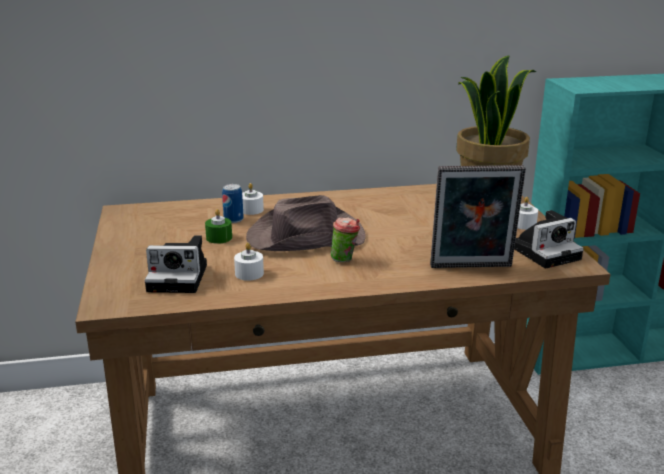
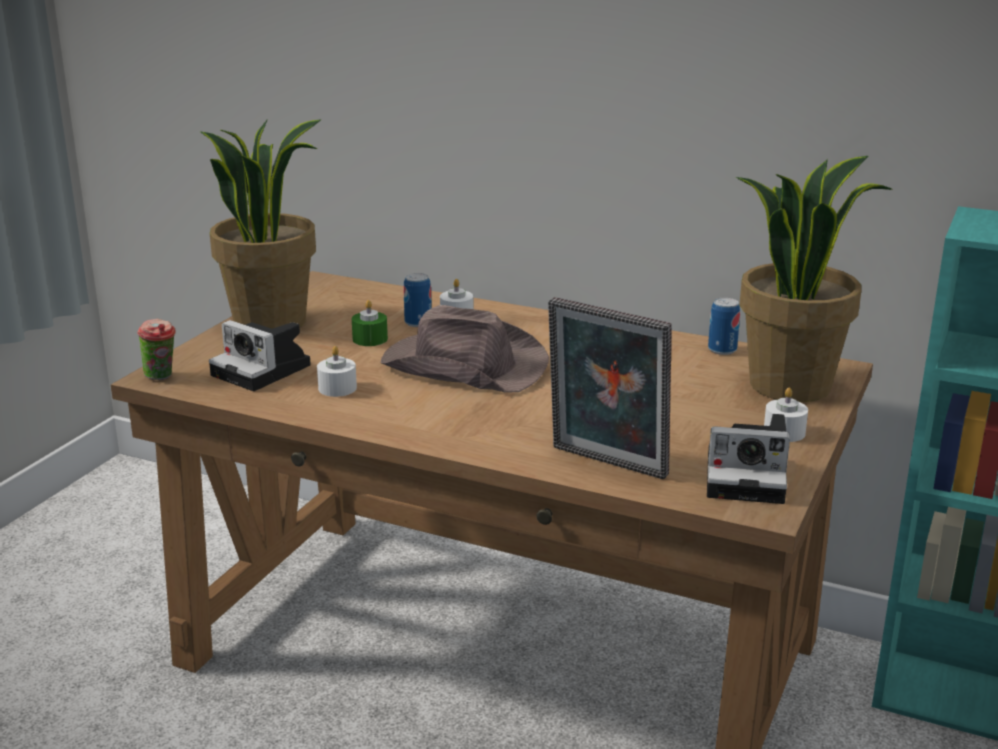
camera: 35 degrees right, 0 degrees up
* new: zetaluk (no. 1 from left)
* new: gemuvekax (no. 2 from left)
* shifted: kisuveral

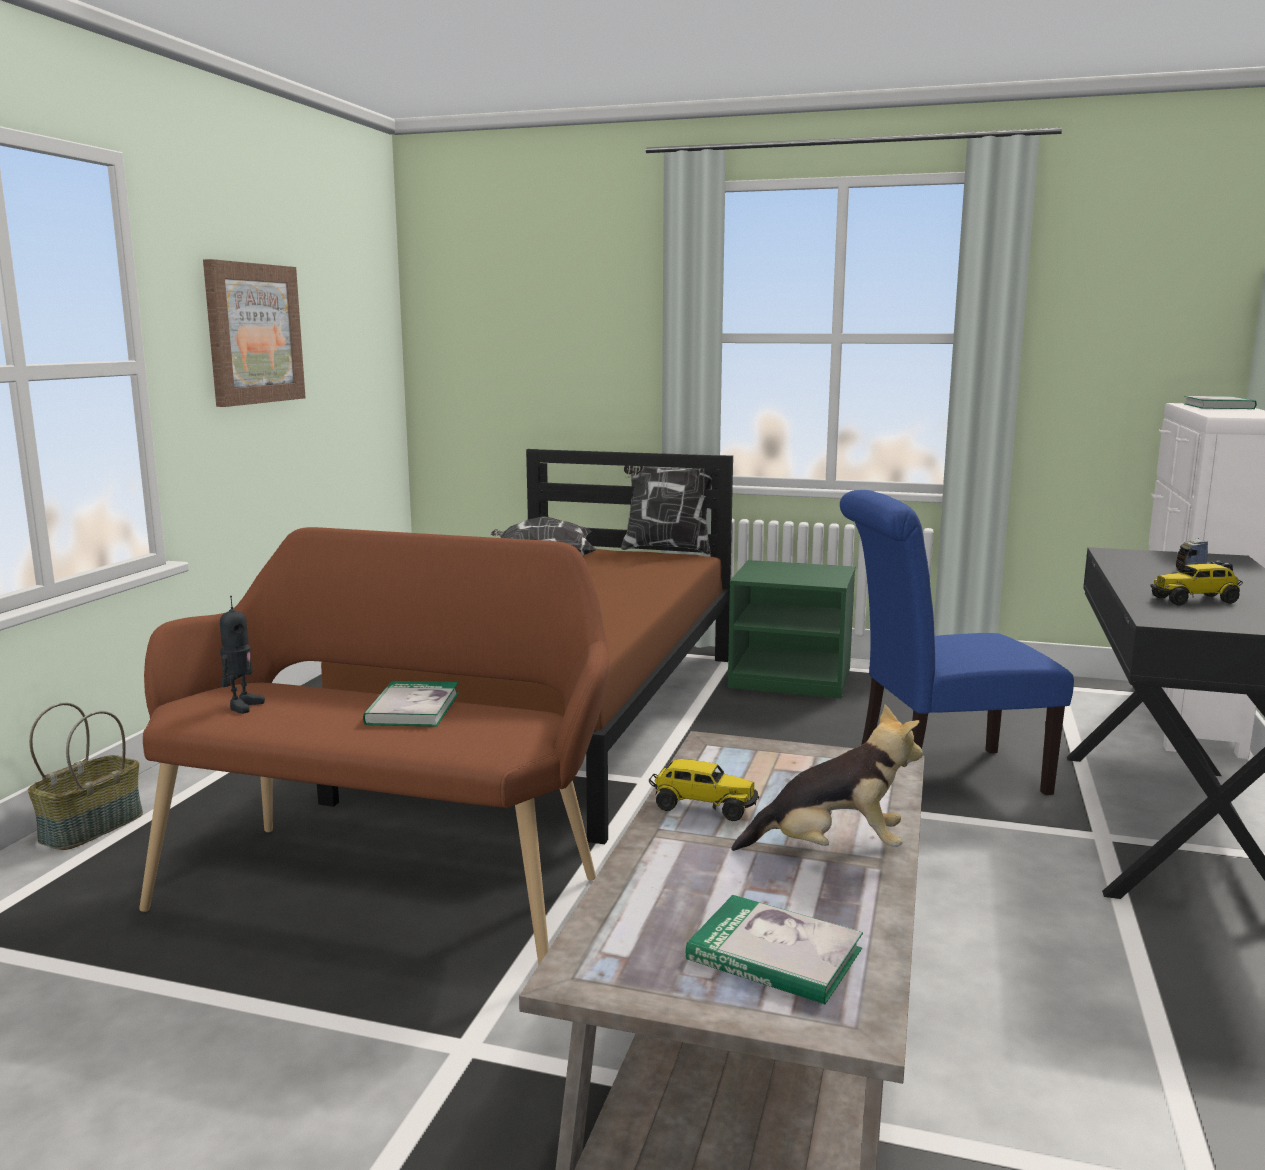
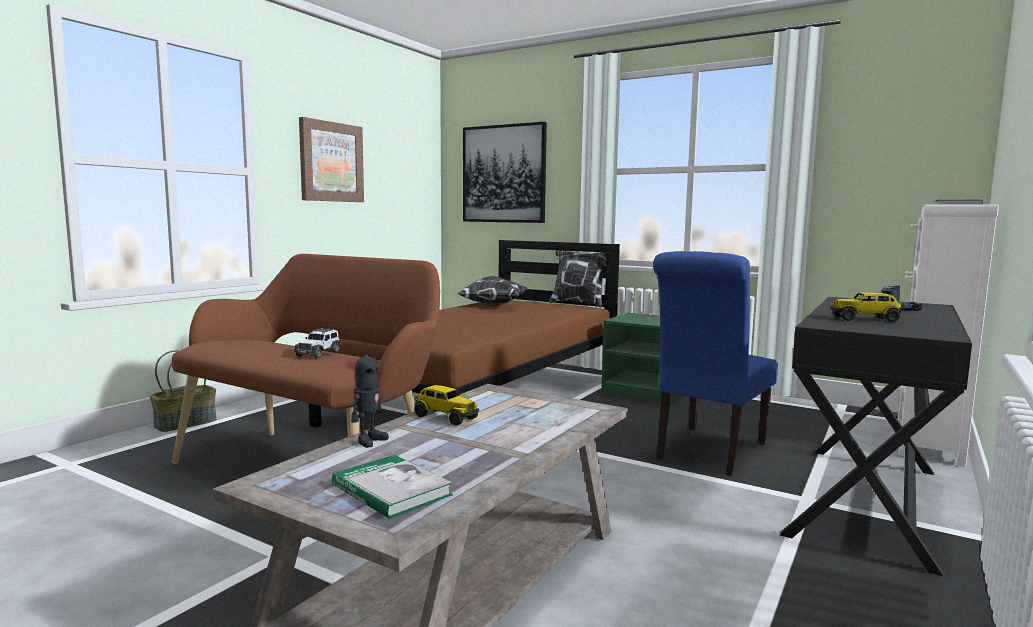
camera: 15 degrees right, 5 degrees down
* gone: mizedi
* new: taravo (no. 2 from left)
* shifted: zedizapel
* swapped: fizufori (no. 1 from left) to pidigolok
* rotated: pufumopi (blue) 60 degrees counterclockwise

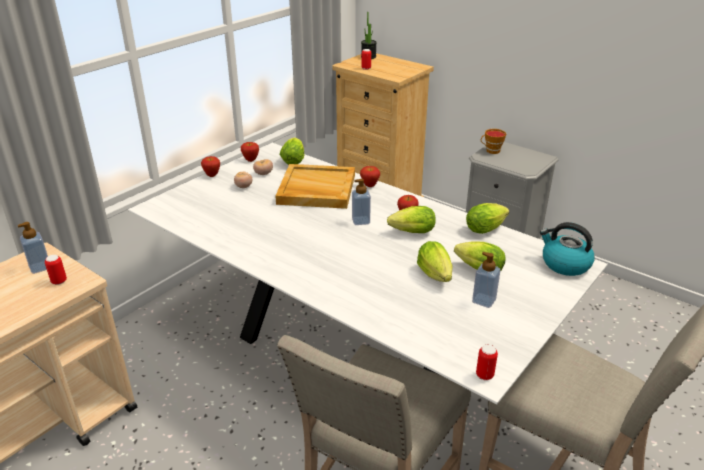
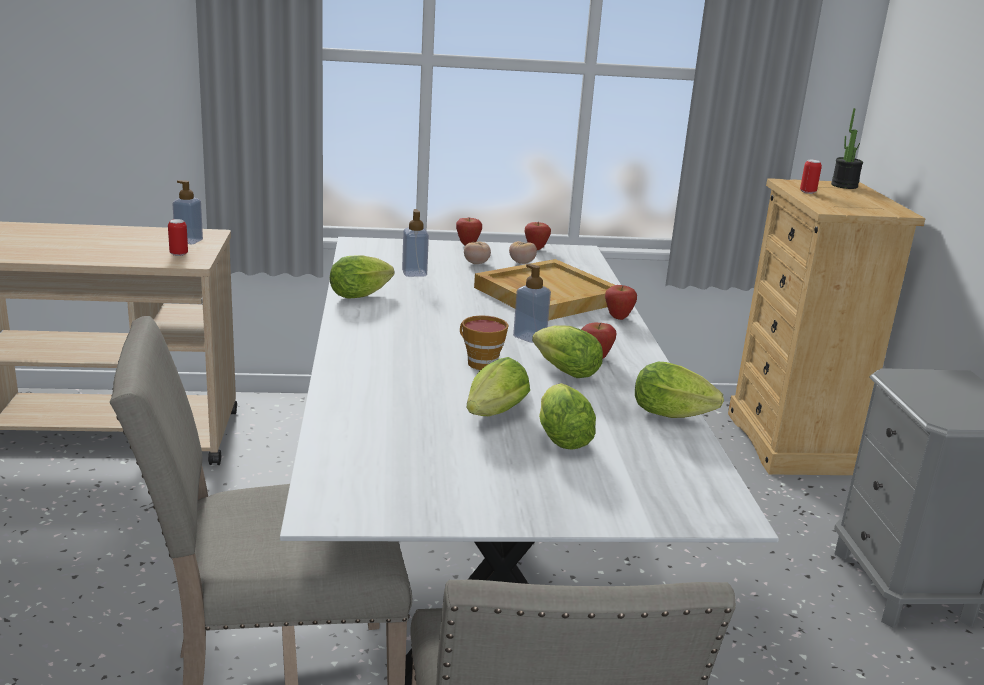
camera: 45 degrees right, 10 degrees down
* gone: gemuvekax (no. 3 from left)
* gone: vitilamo
* shifted: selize (no. 1 from left)
* shifted: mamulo (no. 3 from left in the first image) to mamulo (no. 2 from left)
* shifted: kisuveral

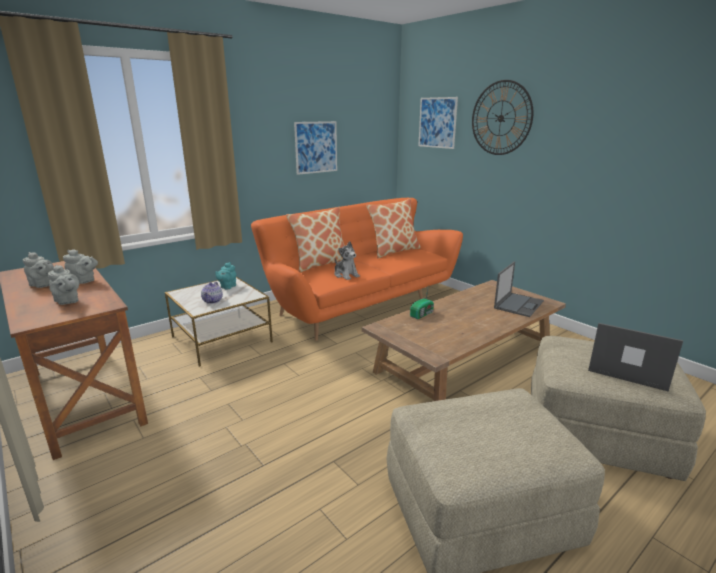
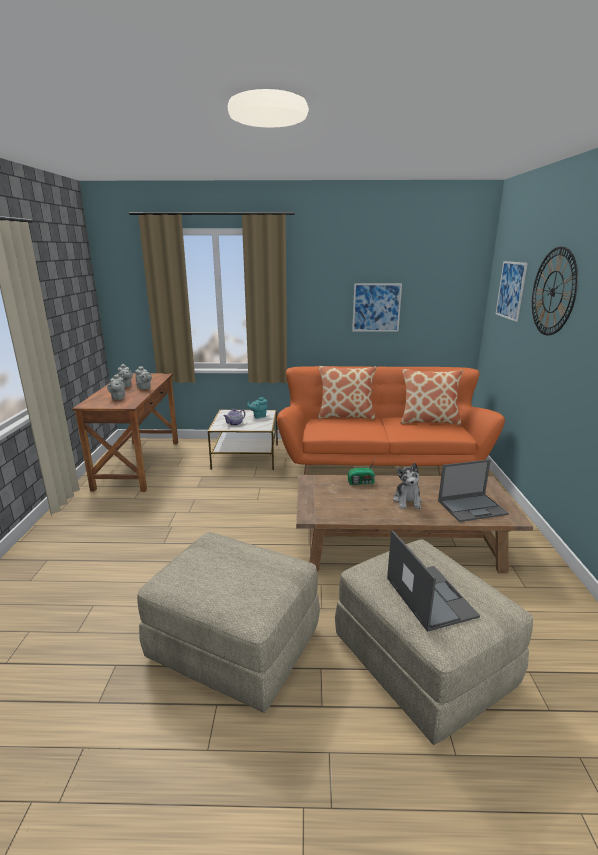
camera: 40 degrees right, 0 degrees up
* shifted: mizedi

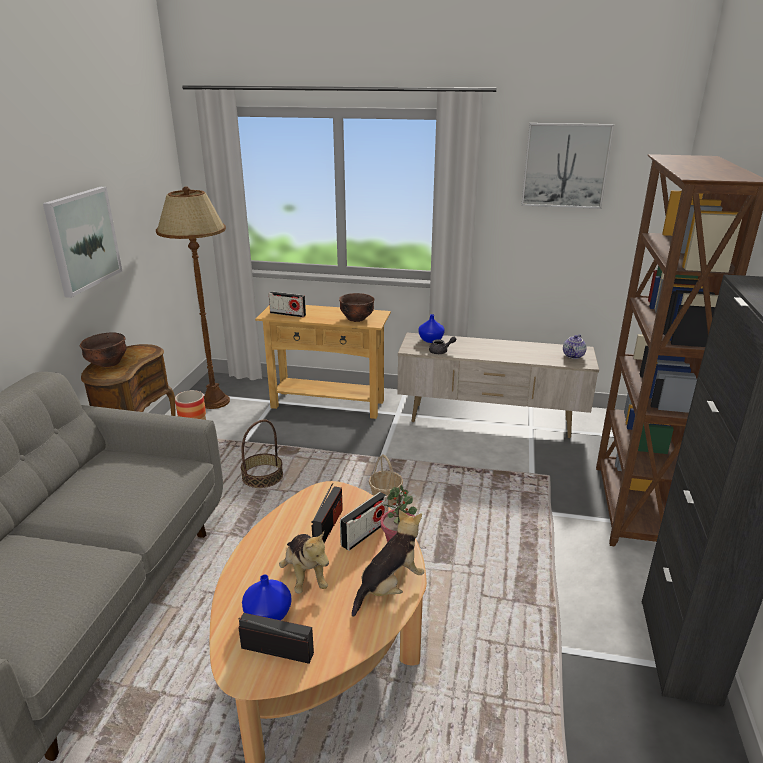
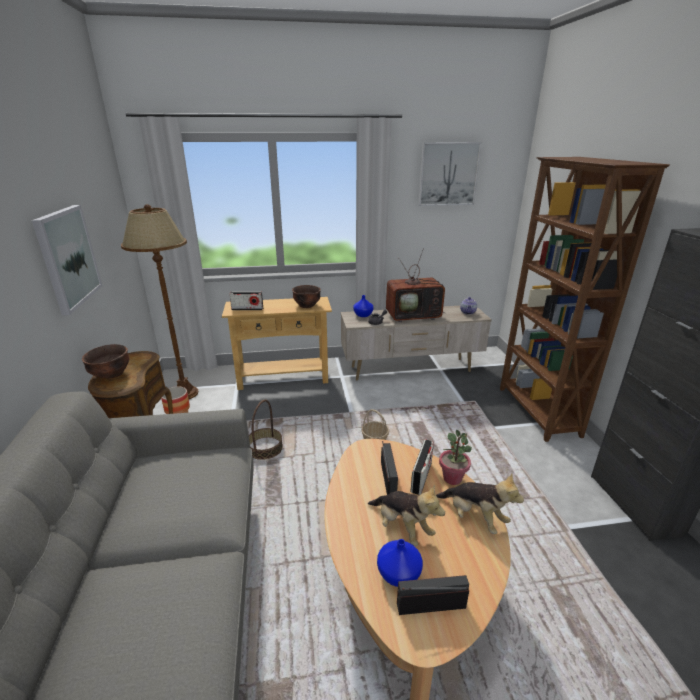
camera: 20 degrees left, 0 degrees up
* new: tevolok
* rotated: mizedi (no. 2 from left) 105 degrees clockwise

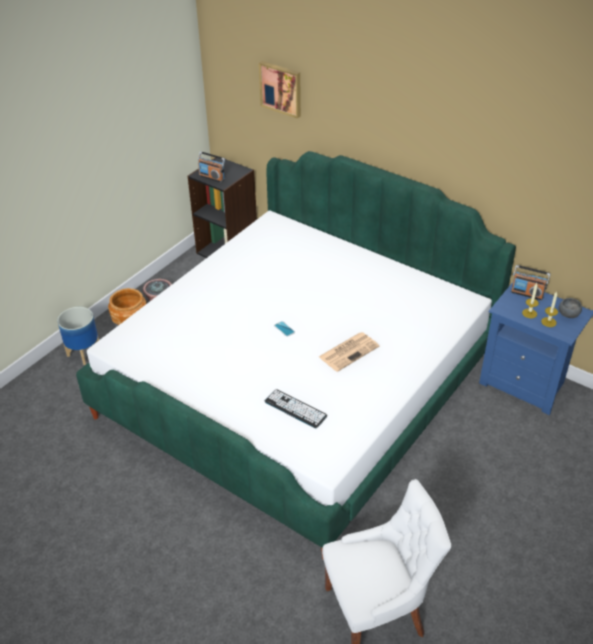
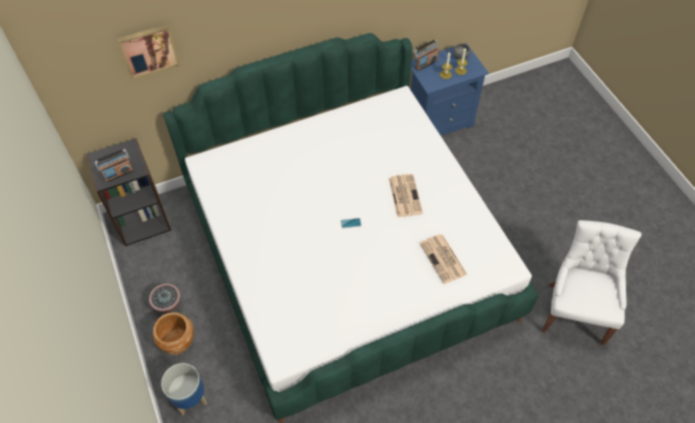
camera: 60 degrees left, 15 degrees up
* swapped: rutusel to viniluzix (no. 2 from left)

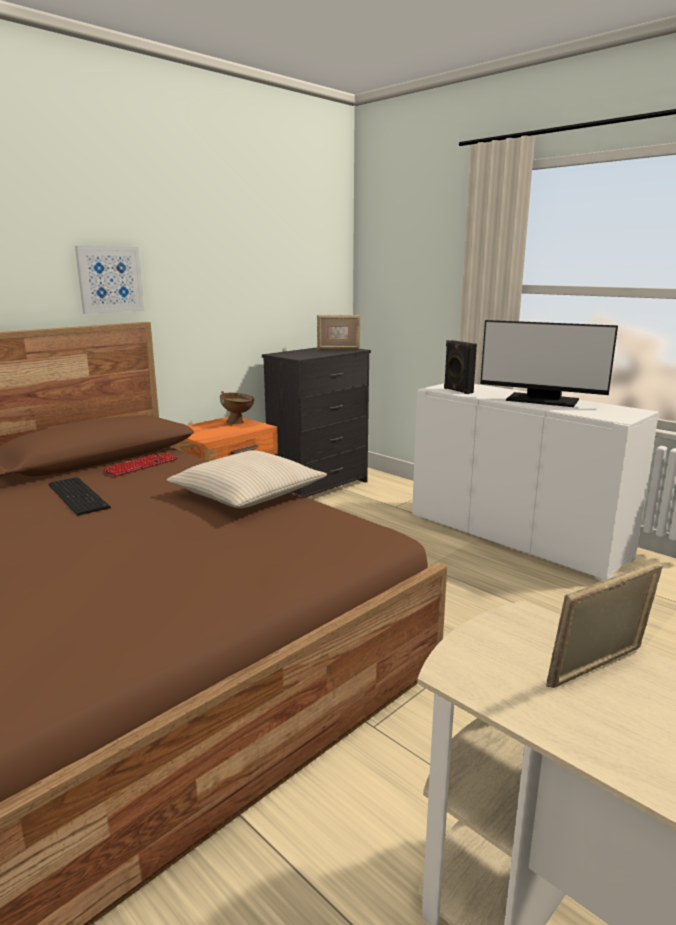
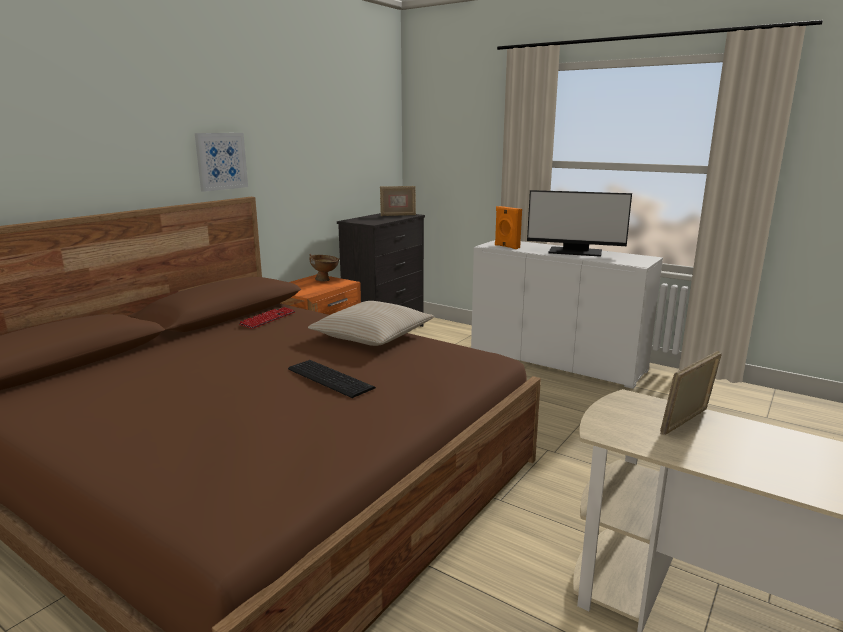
camera: 10 degrees left, 0 degrees up
* shifted: rutusel (no. 1 from left in the first image) to rutusel (no. 2 from left)
* repainted: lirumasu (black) to lirumasu (orange)

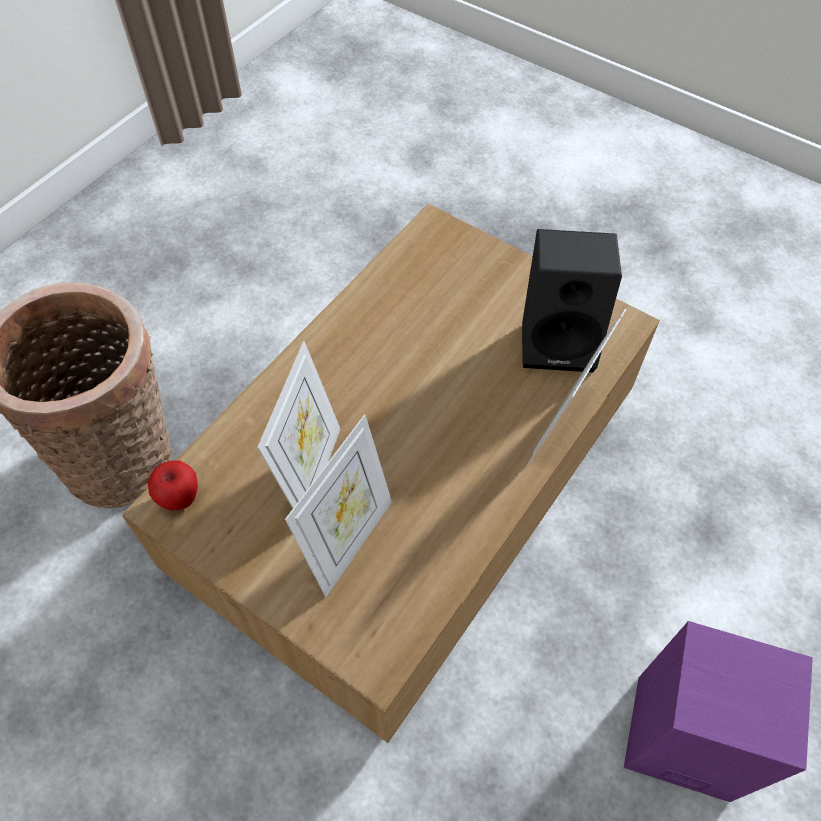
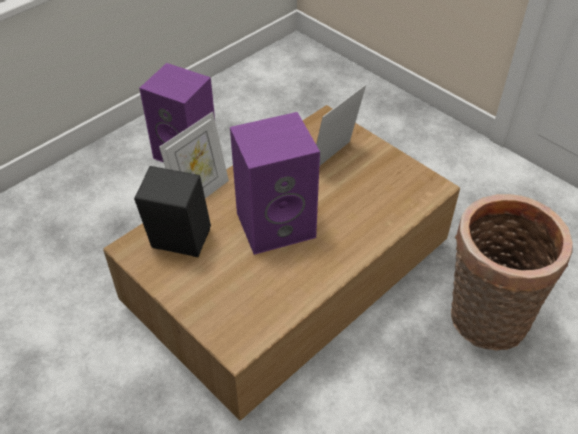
camera: 170 degrees left, 10 degrees down
* gone: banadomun
* gone: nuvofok (no. 1 from left)
* new: lirumasu (purple) (no. 2 from left)

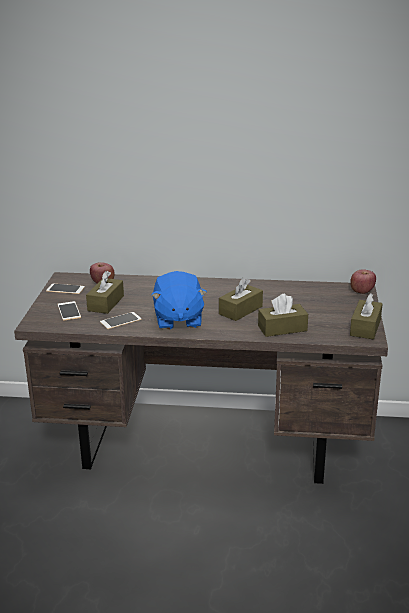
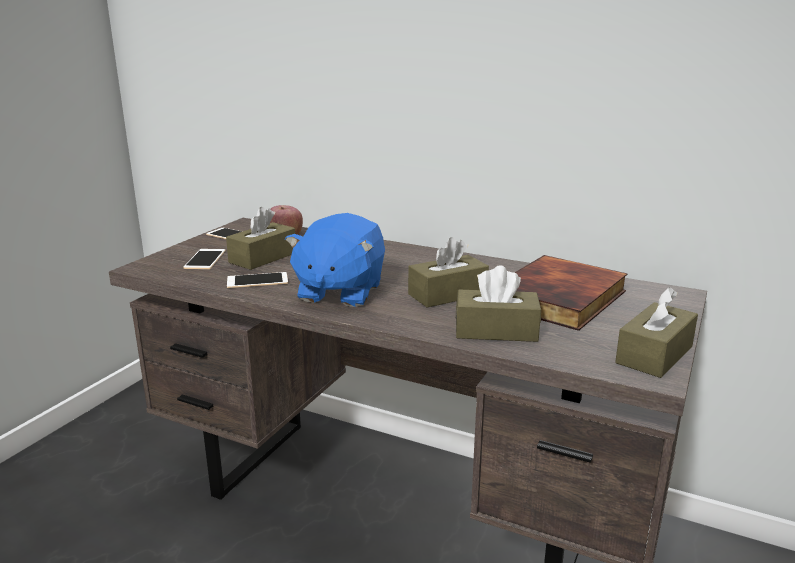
camera: 20 degrees right, 5 degrees down
* gone: banadomun (no. 2 from left)
* new: fizufori

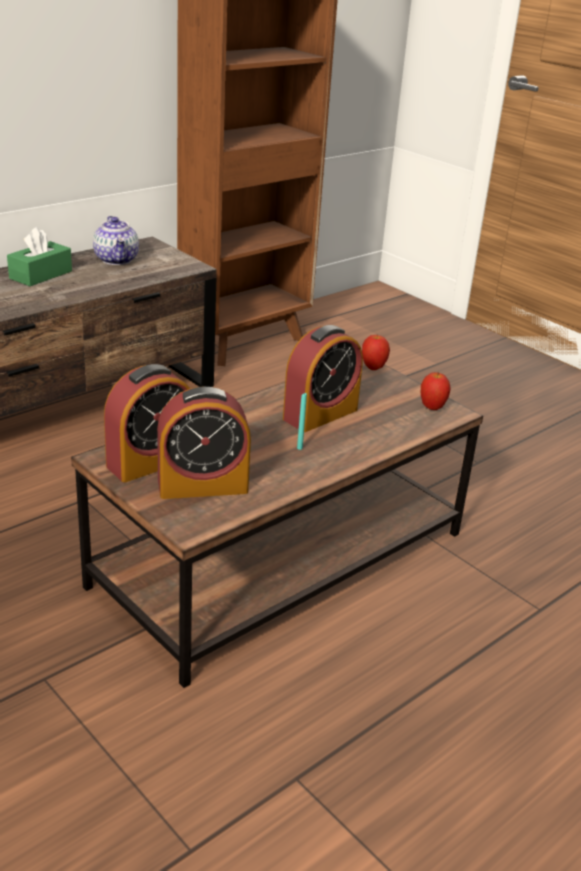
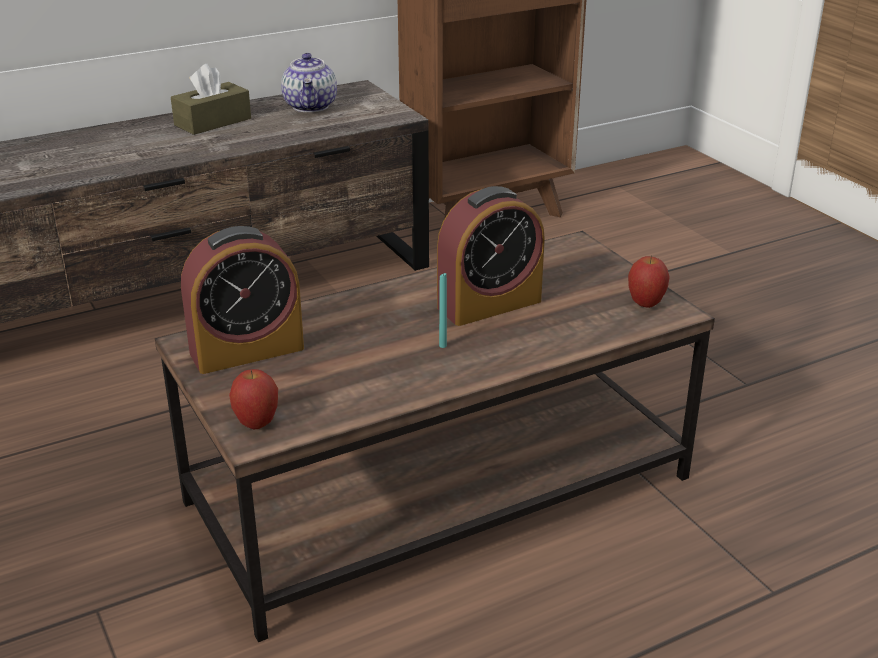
camera: 15 degrees right, 0 degrees up
* gone: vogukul (no. 2 from left)
* shifted: banadomun (no. 1 from left)
* repainted: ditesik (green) to ditesik (brown)

